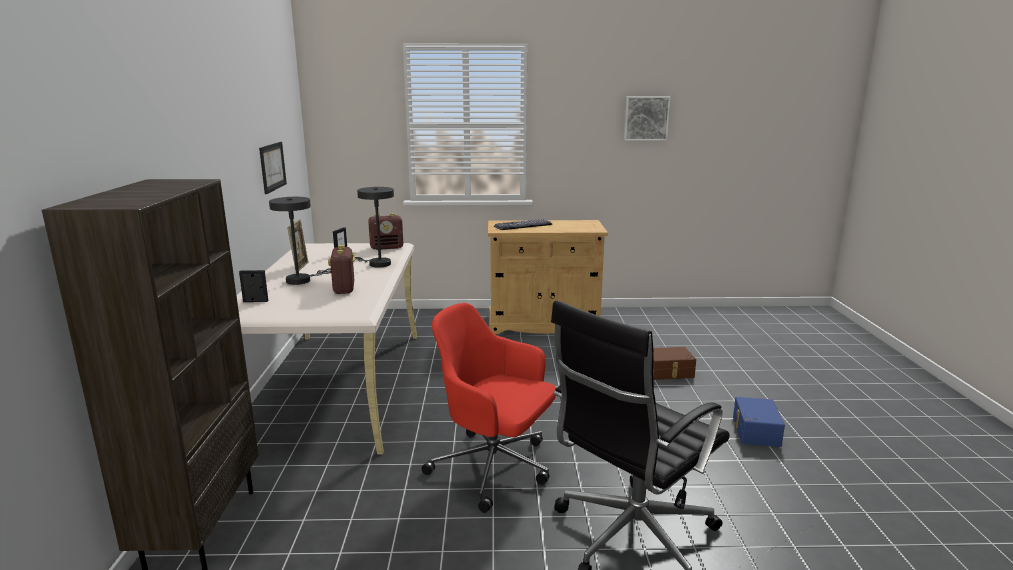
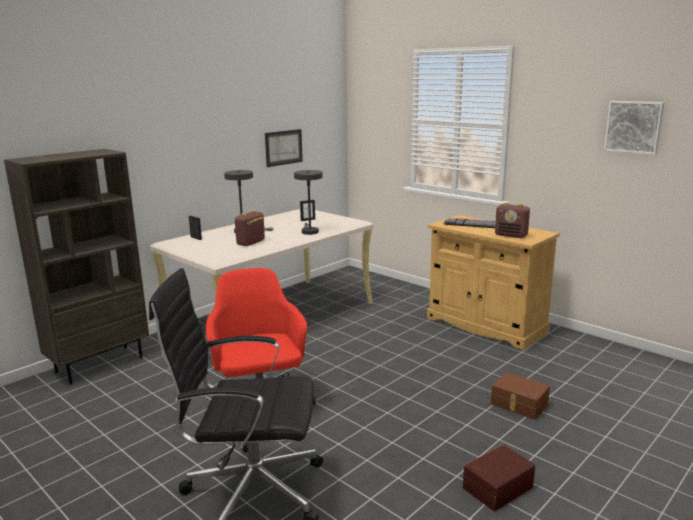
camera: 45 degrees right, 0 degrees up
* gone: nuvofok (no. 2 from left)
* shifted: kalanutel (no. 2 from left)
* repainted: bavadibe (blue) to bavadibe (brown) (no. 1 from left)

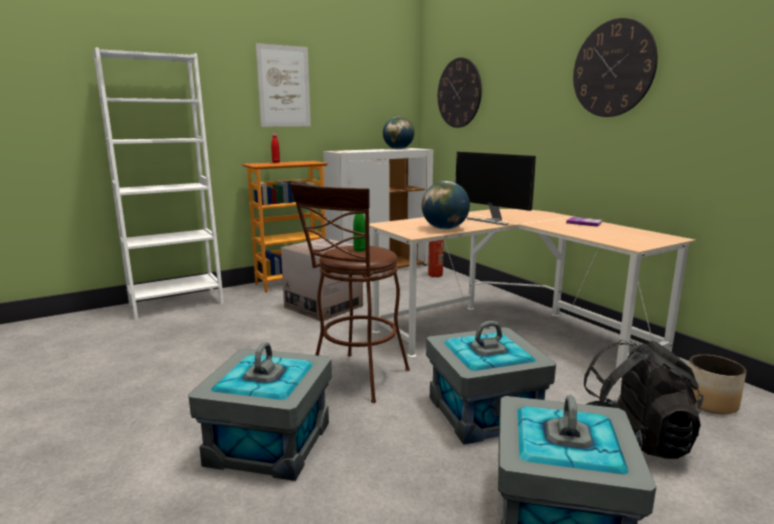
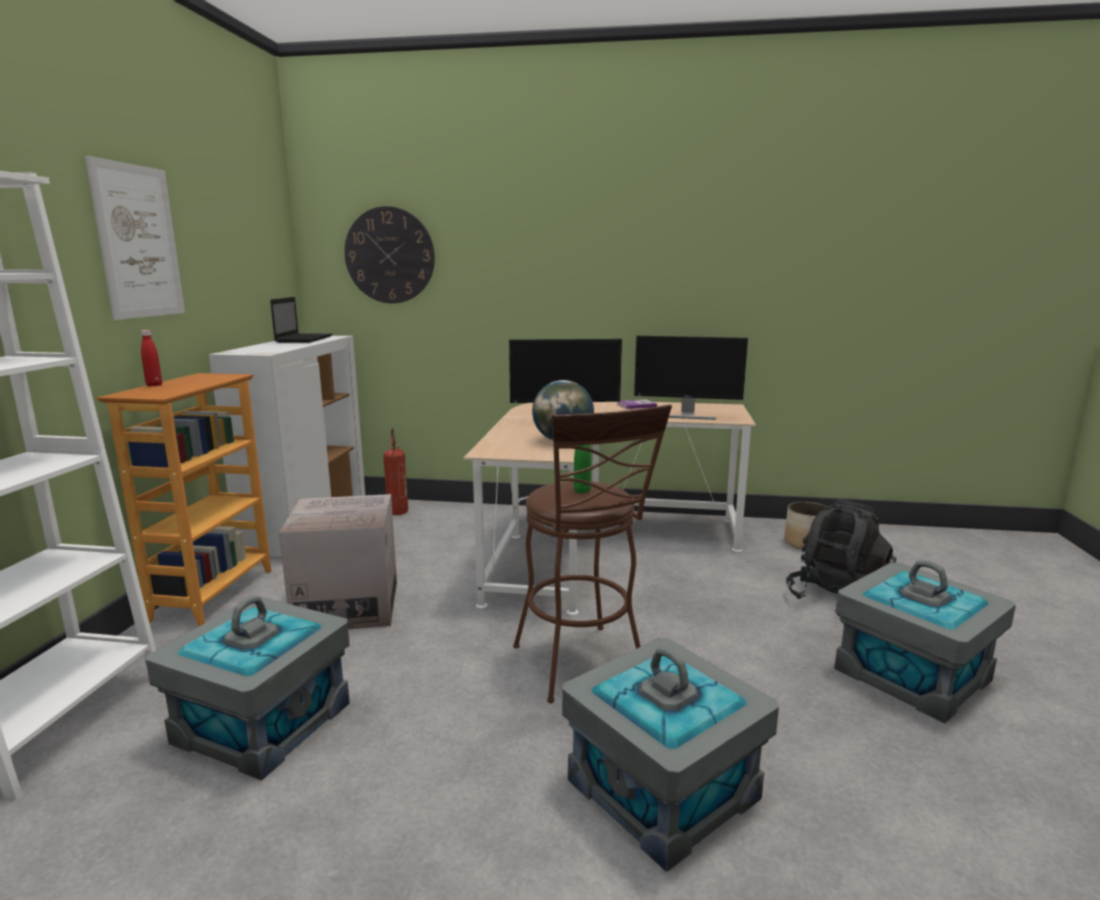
camera: 50 degrees left, 0 degrees up
* gone: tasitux (no. 2 from left)
* new: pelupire (no. 2 from left)
* shifted: bavadibe (grey) (no. 2 from left in the first image) to bavadibe (grey) (no. 1 from left)
* swapped: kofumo (no. 1 from left) to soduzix

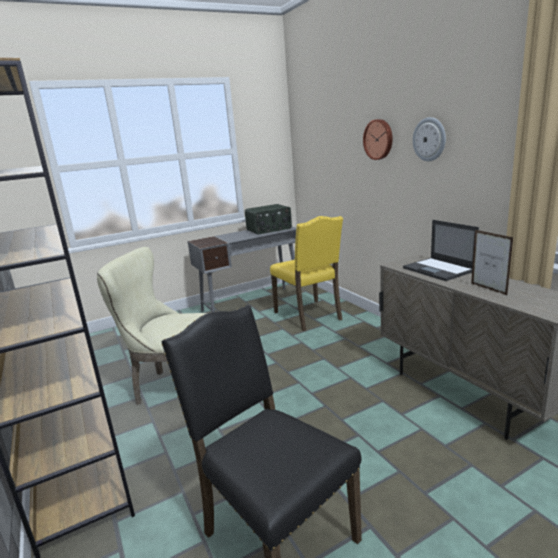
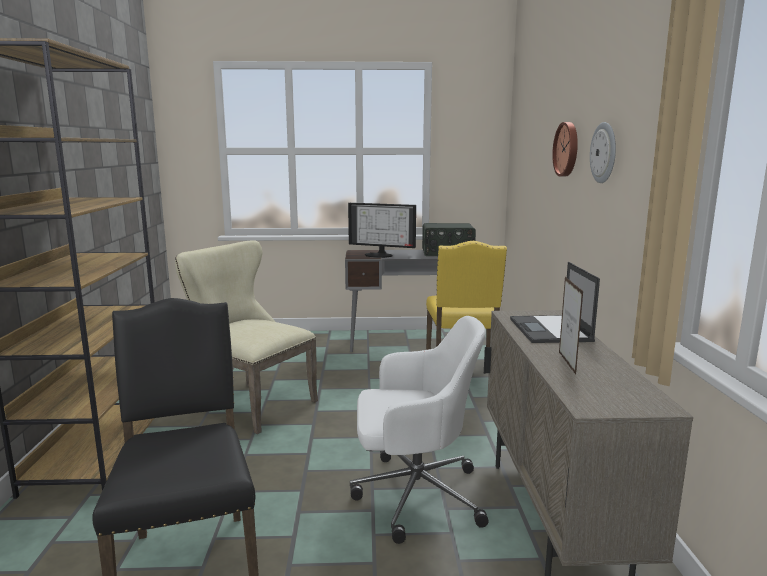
camera: 25 degrees right, 5 degrees down
* new: pelupire
* new: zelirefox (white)

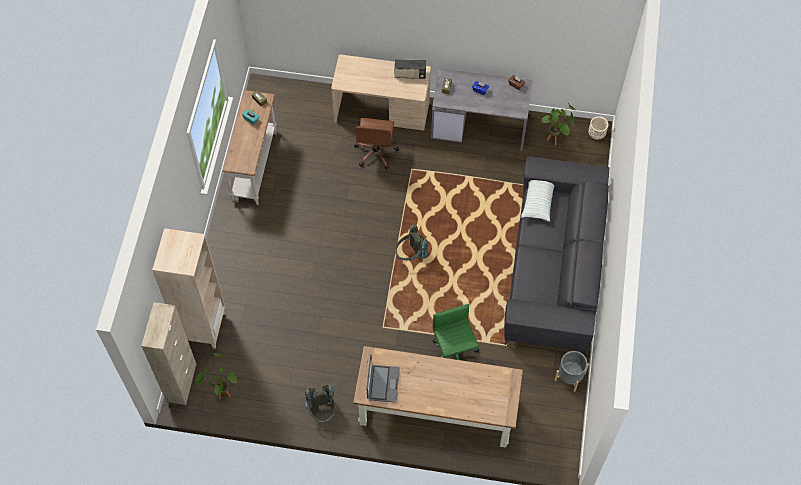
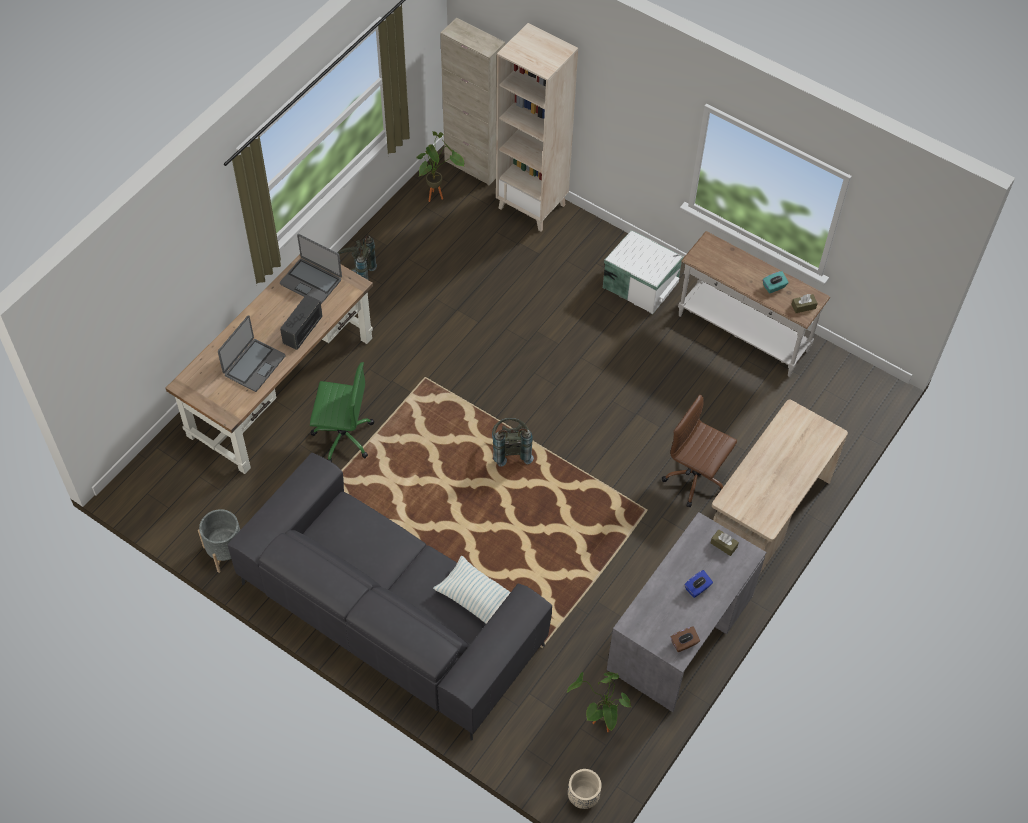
camera: 115 degrees right, 5 degrees down
* new: soduzix (no. 1 from left)
* new: bavadibe (white)
* shifted: kalanutel

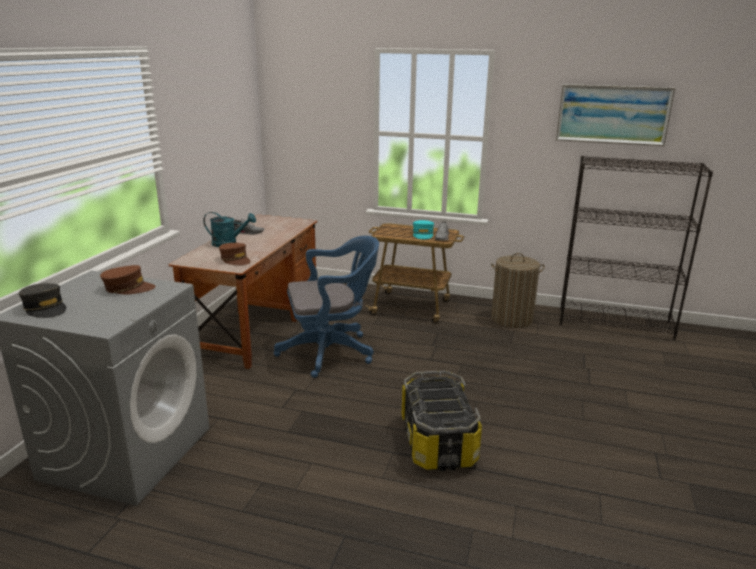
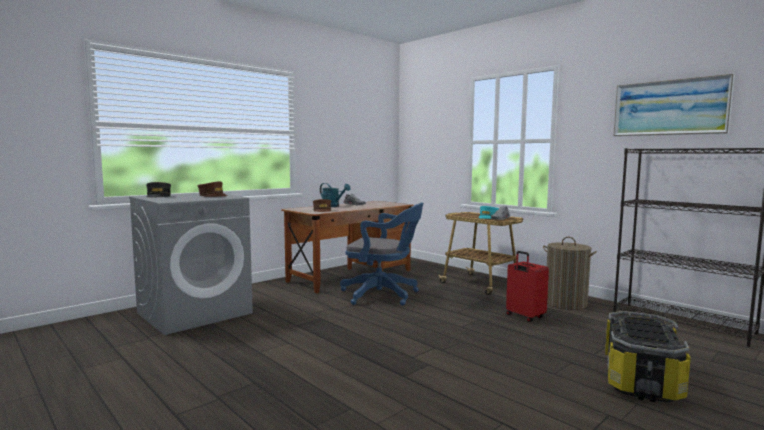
camera: 30 degrees right, 15 degrees down
* new: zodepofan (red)
* shifted: bavadibe

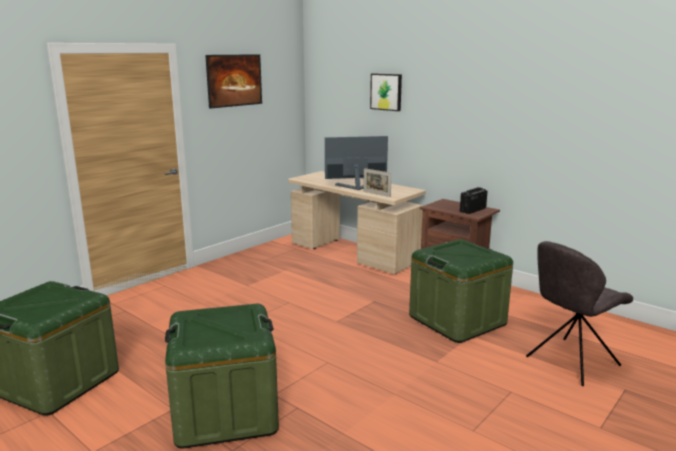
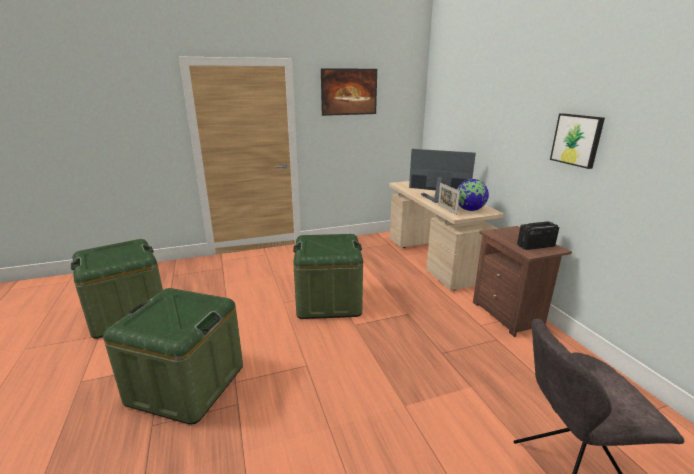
camera: 30 degrees right, 5 degrees up
* new: kofumo
* shifted: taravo (no. 2 from left)
* shifted: bavadibe (green) (no. 3 from left)

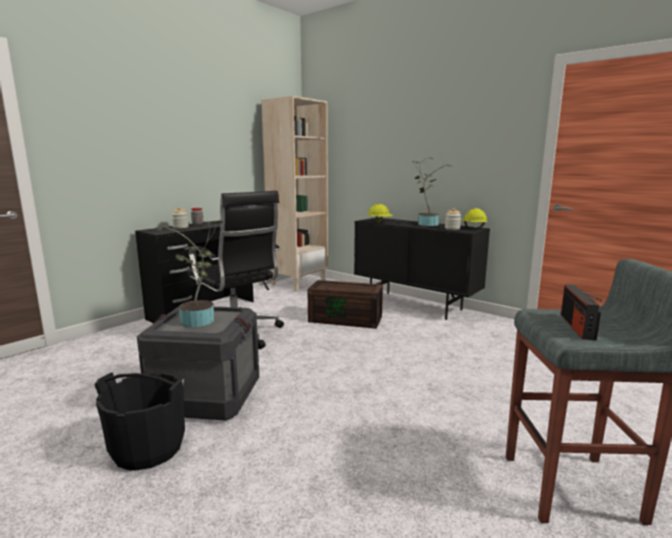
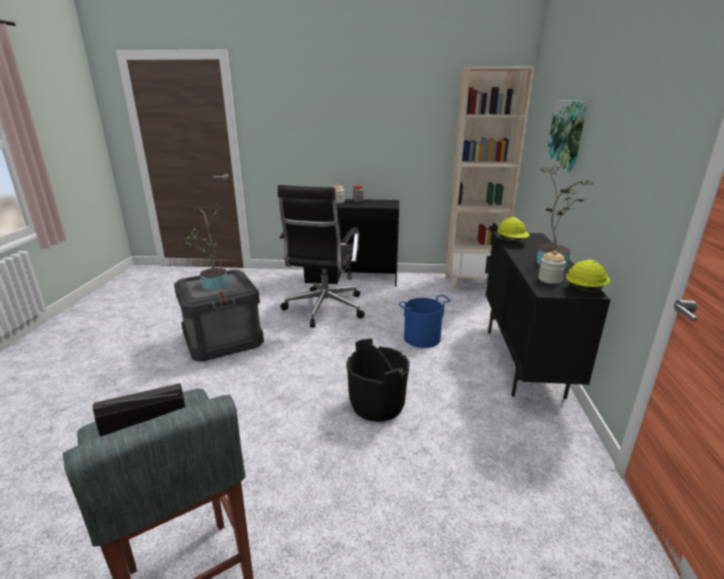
camera: 55 degrees right, 10 degrees up
* new: taravo
* shifted: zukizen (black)
* swapped: bavadibe (brown) to zukizen (blue)

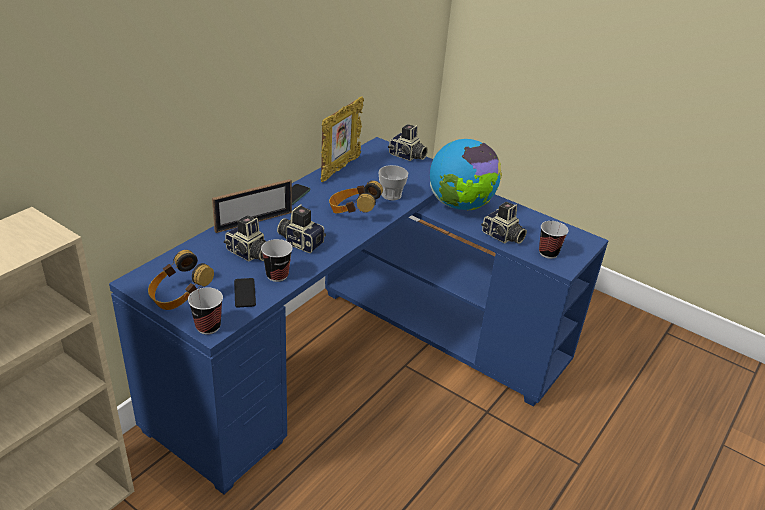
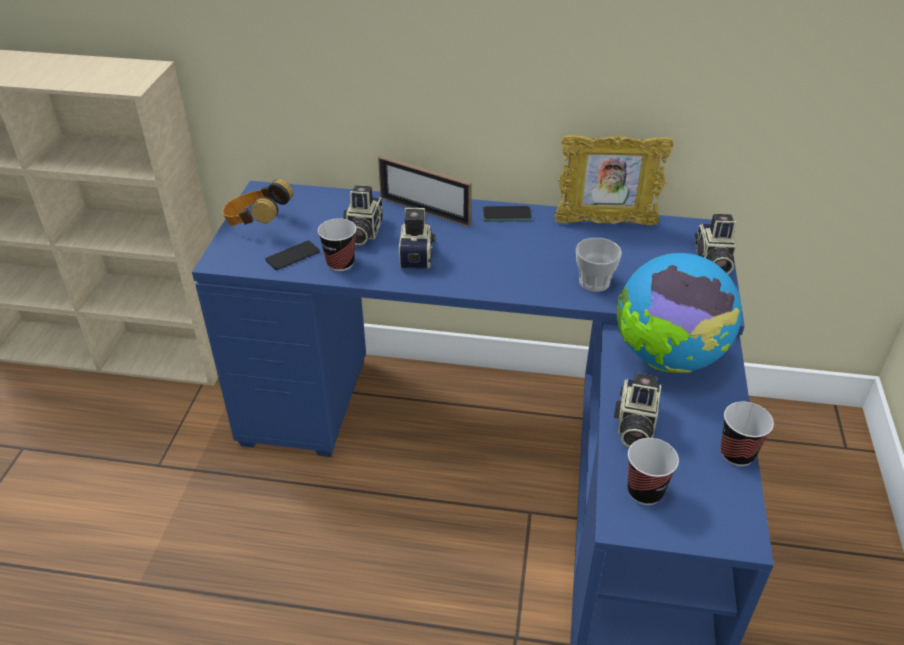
camera: 65 degrees right, 5 degrees up
* gone: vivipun (no. 2 from left)
* shifted: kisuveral (no. 1 from left in the first image) to kisuveral (no. 4 from left)

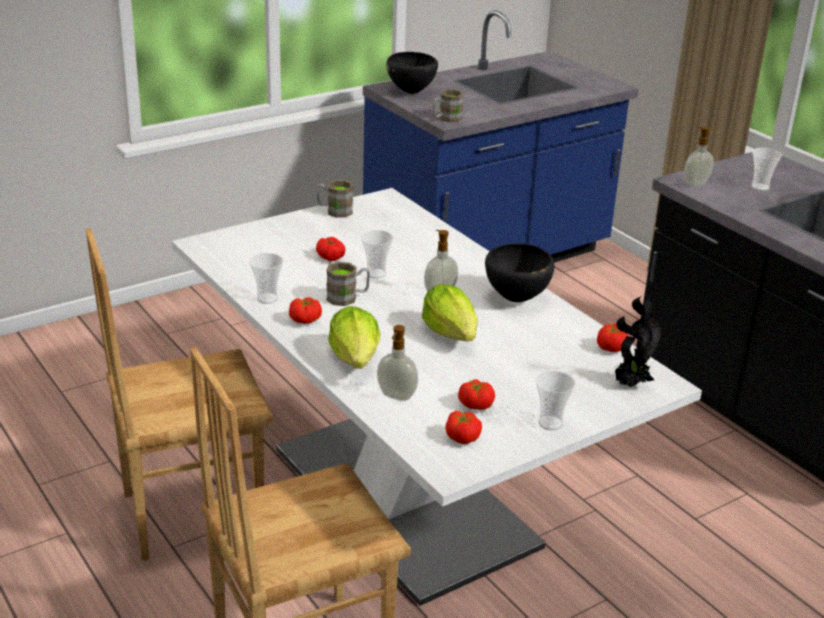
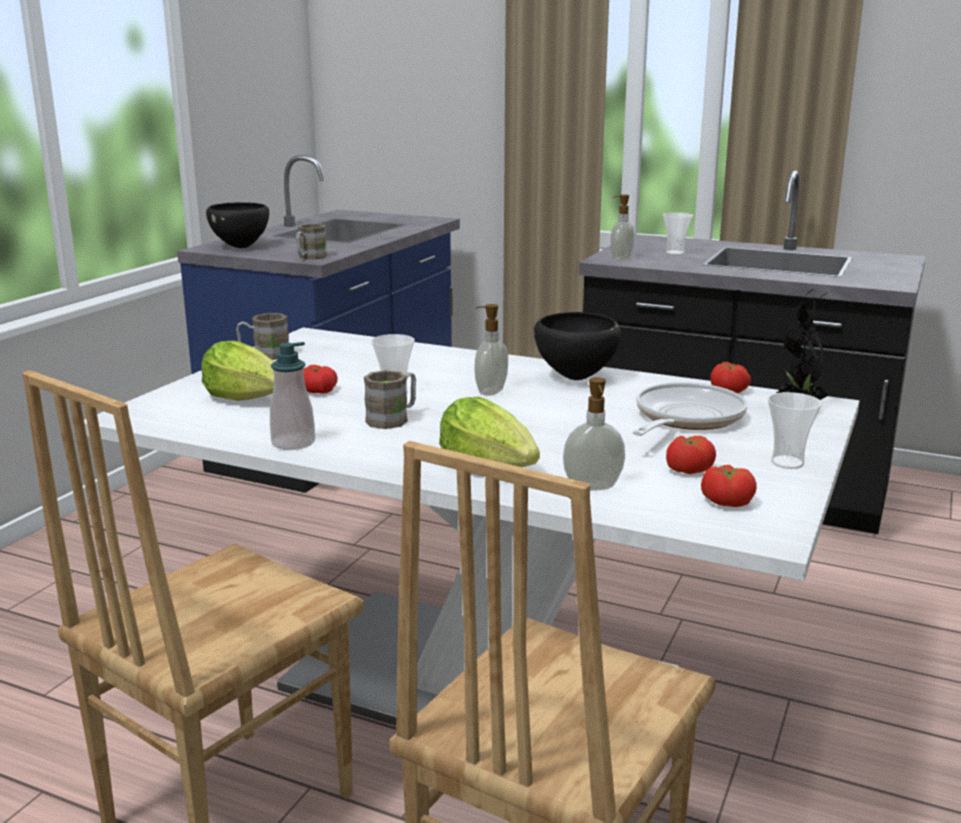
camera: 30 degrees left, 10 degrees down
* gone: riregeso (no. 1 from left)
* new: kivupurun
* shifted: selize (no. 2 from left in the first image) to selize (no. 1 from left)
* swapped: kisuveral (no. 1 from left) to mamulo (no. 1 from left)

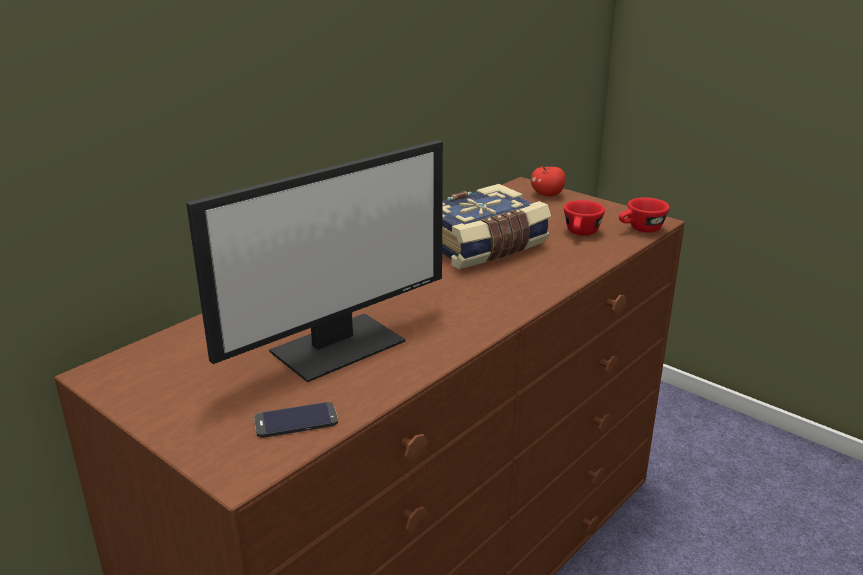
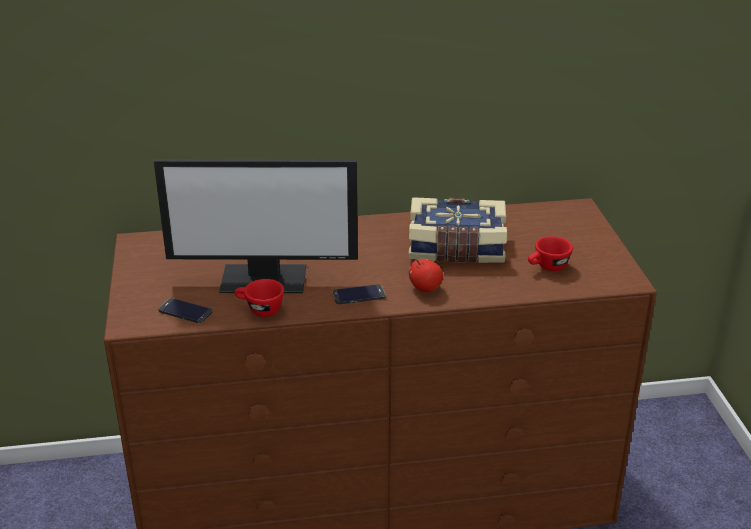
camera: 40 degrees right, 5 degrees up
* new: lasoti (no. 2 from left)
* shifted: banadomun
* shifted: kisuveral (red) (no. 2 from left in the first image) to kisuveral (red) (no. 1 from left)

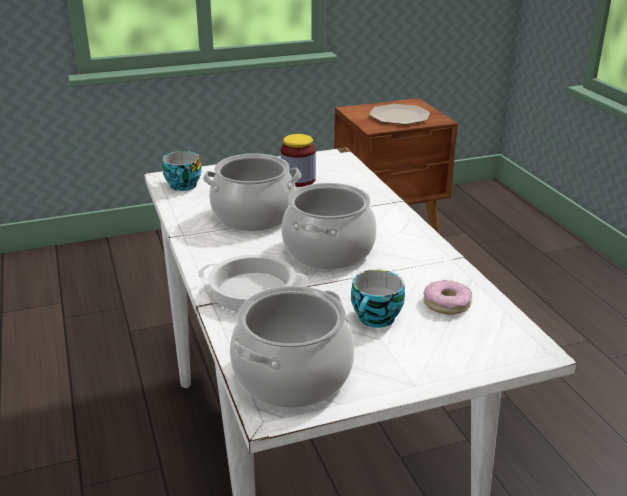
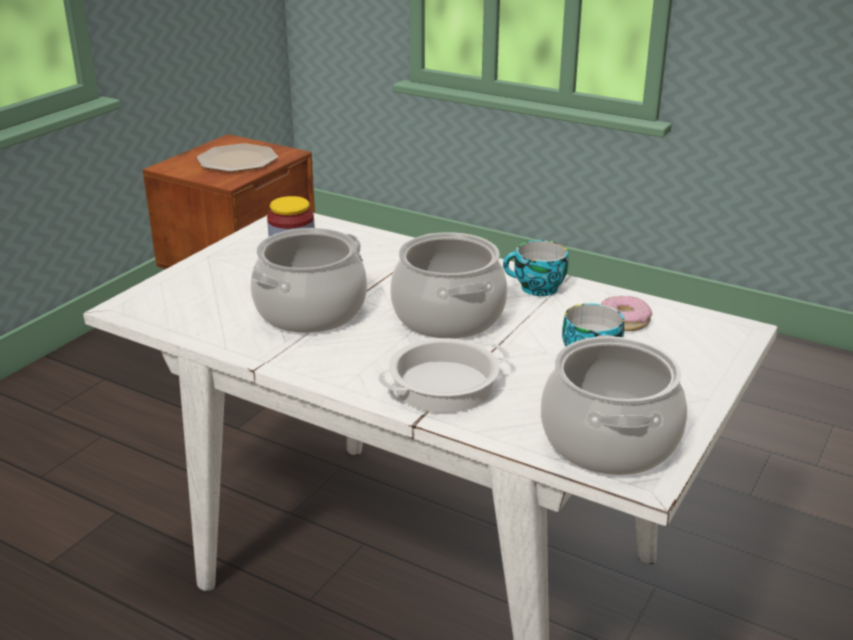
camera: 40 degrees left, 0 degrees up
* shifted: kisuveral (no. 1 from left)

